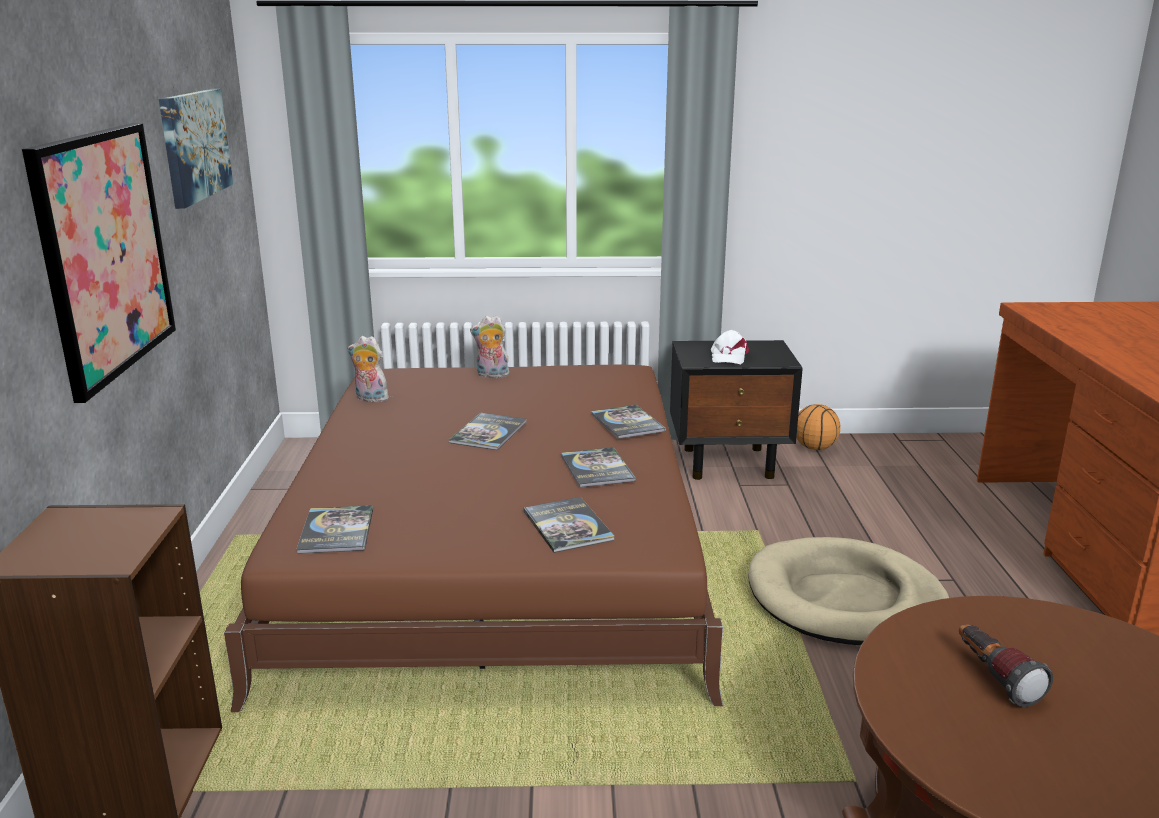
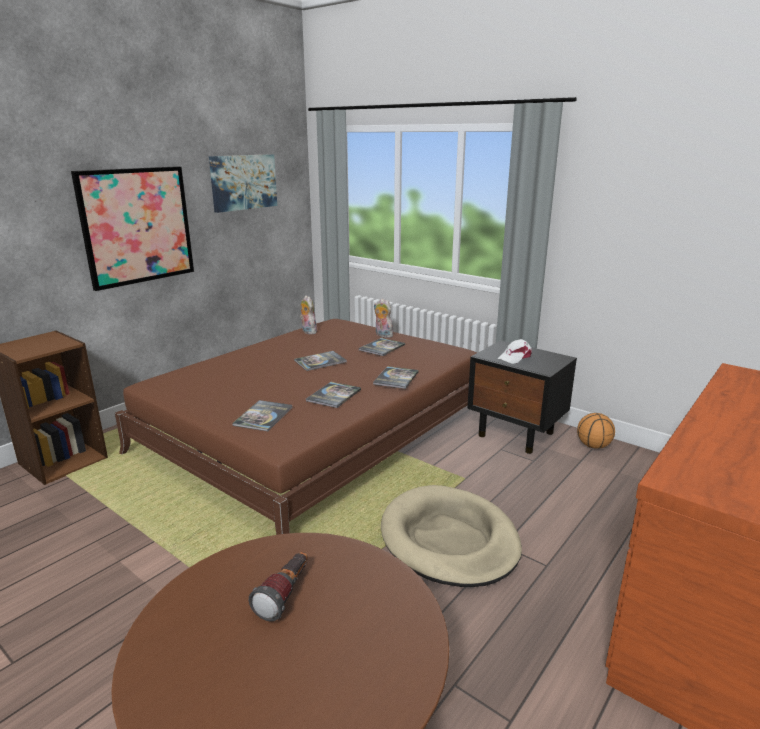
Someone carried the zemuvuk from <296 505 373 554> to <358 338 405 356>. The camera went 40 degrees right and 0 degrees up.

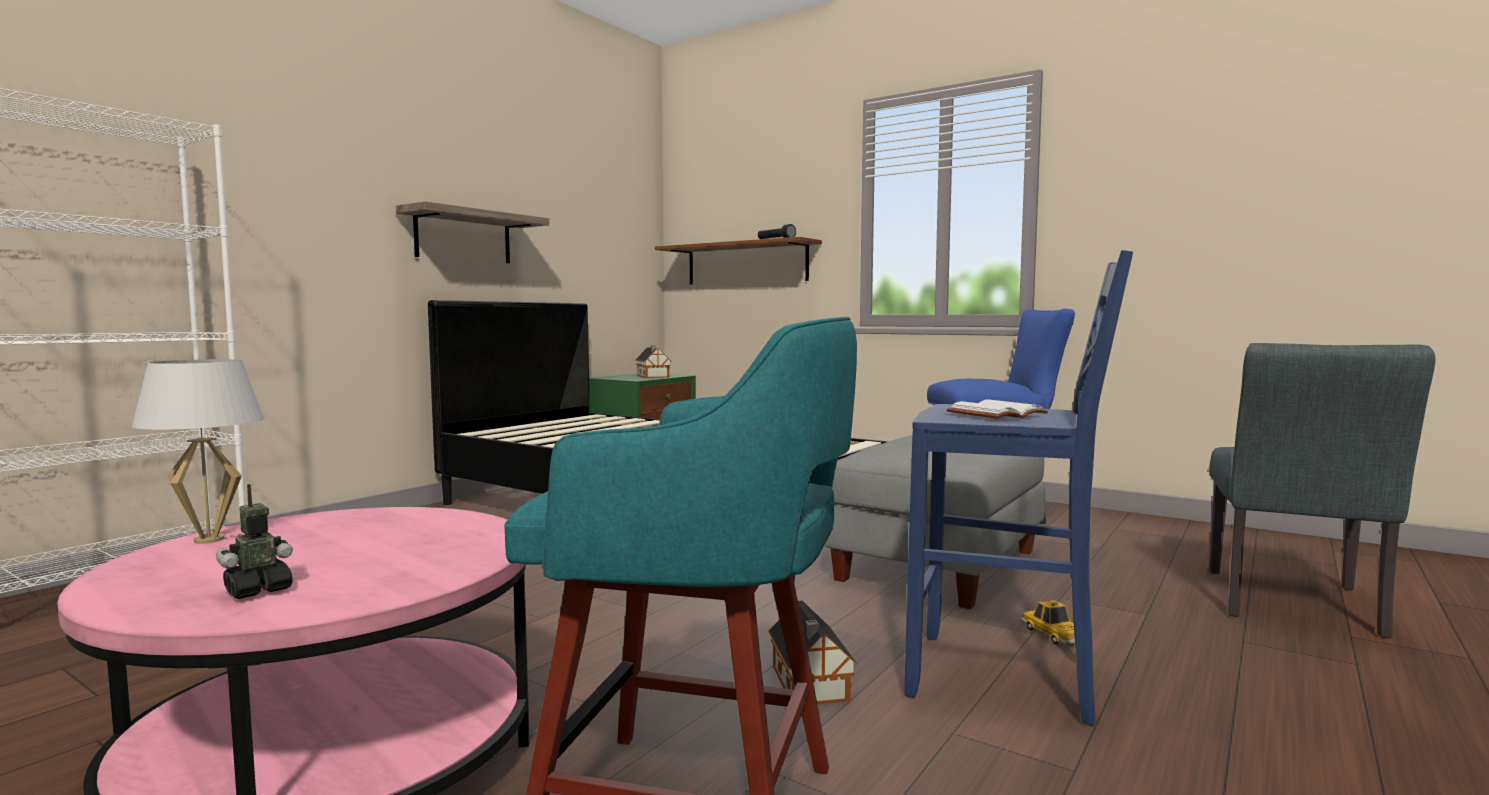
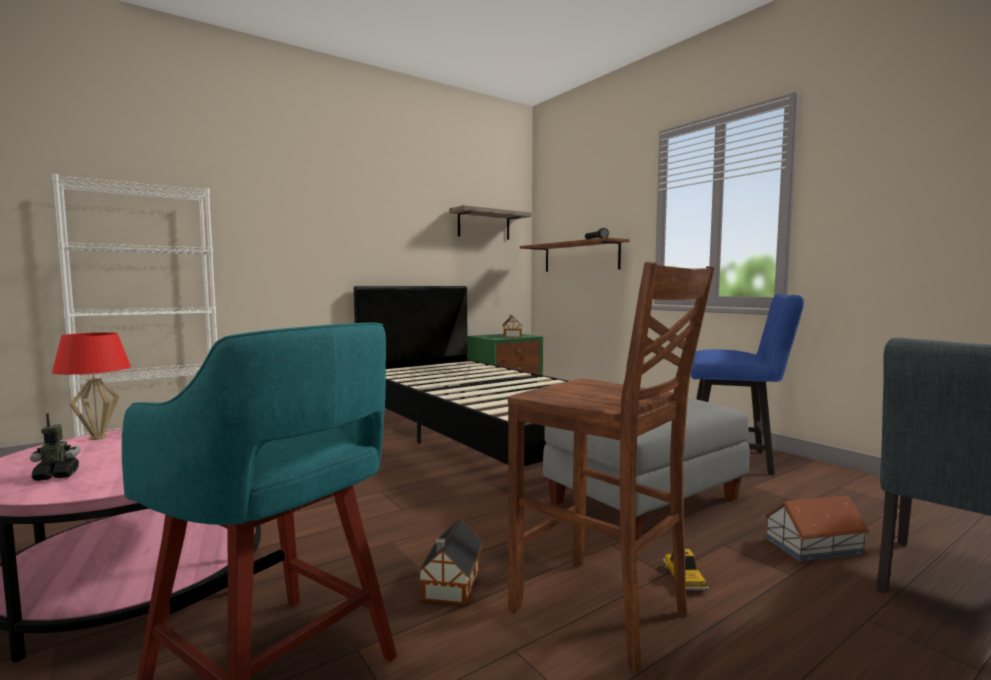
Someone carried the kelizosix from <396 201 549 263> to <449 205 532 240>. Someone repainted the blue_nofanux at <905 250 1133 726>, which became the brown_nofanux at <508 262 715 673>. Someone repainted the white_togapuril at <132 359 264 544>, which became the red_togapuril at <52 332 131 440>. Someone took away the white_zemuvuk at <946 399 1048 418>. Someone put down the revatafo at <764 495 869 562>. The camera went 20 degrees right and 0 degrees up.

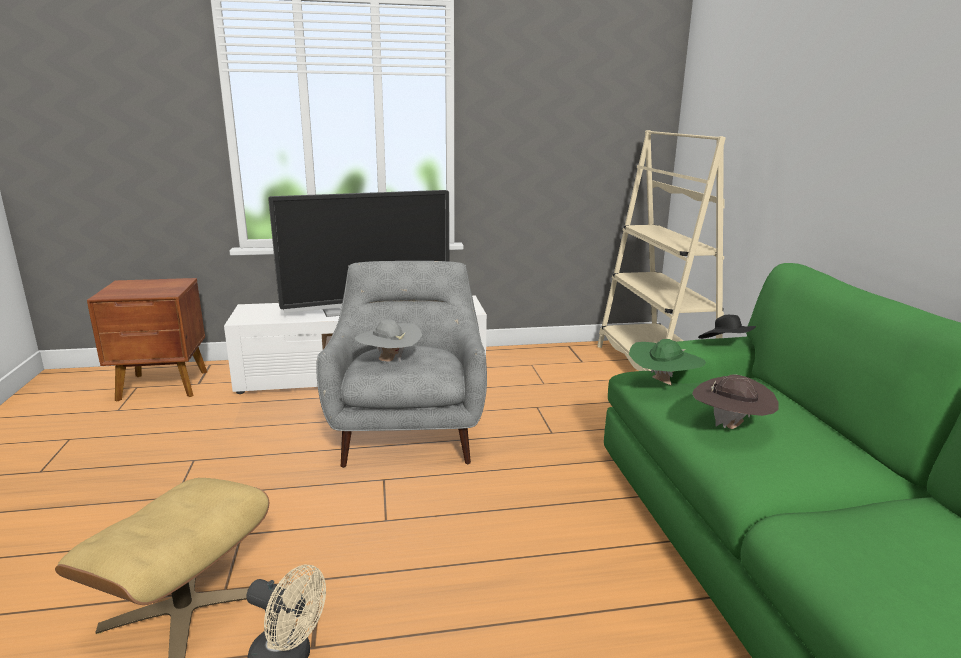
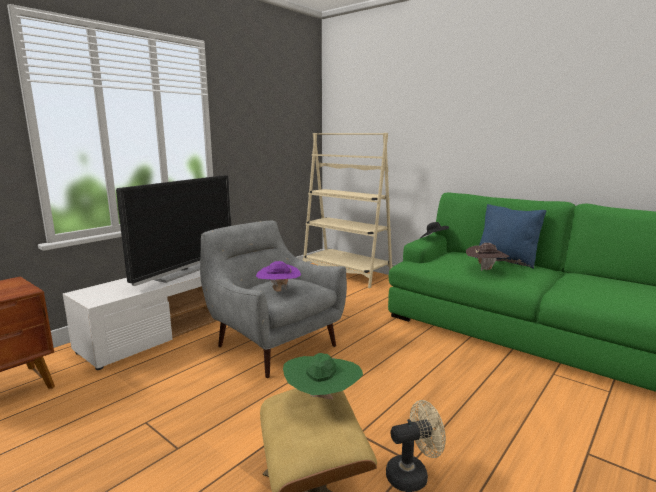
Someone repainted the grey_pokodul at <355 319 422 362>, which became the purple_pokodul at <256 261 301 292>. Someone carried the green_pokodul from <629 339 706 385> to <283 353 363 399>. Someone put down the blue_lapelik at <475 204 547 269>. The camera went 40 degrees left and 5 degrees down.

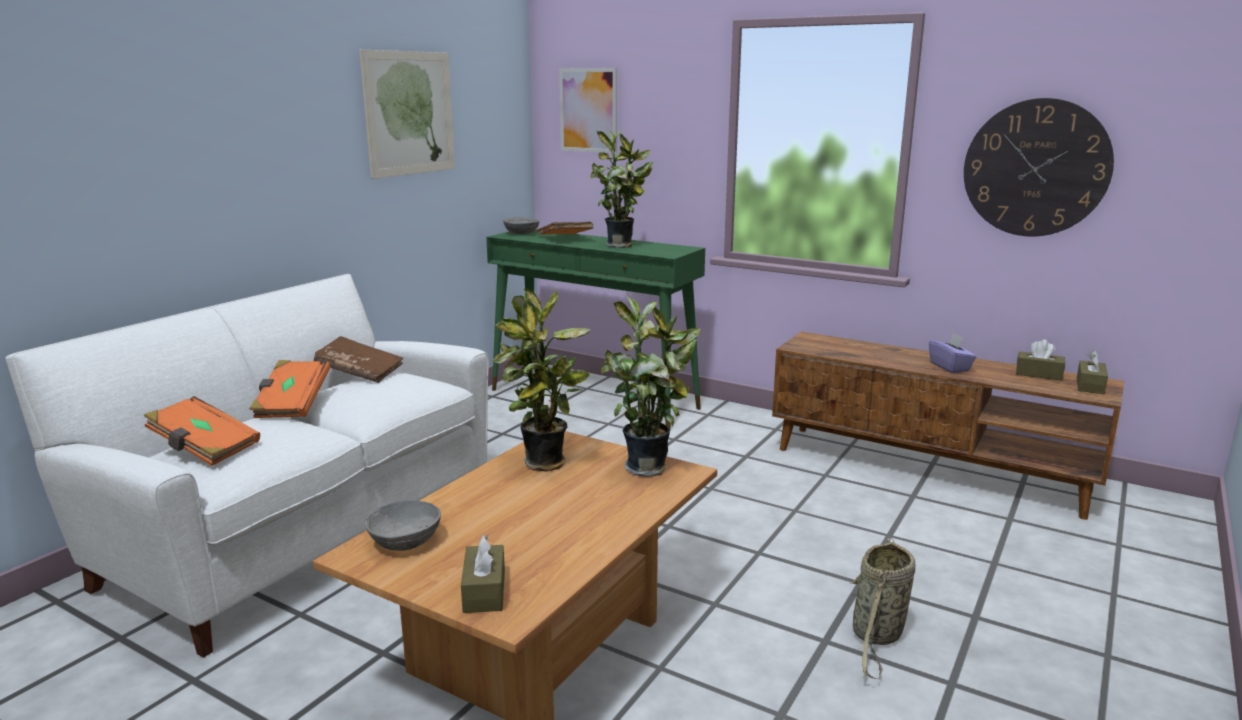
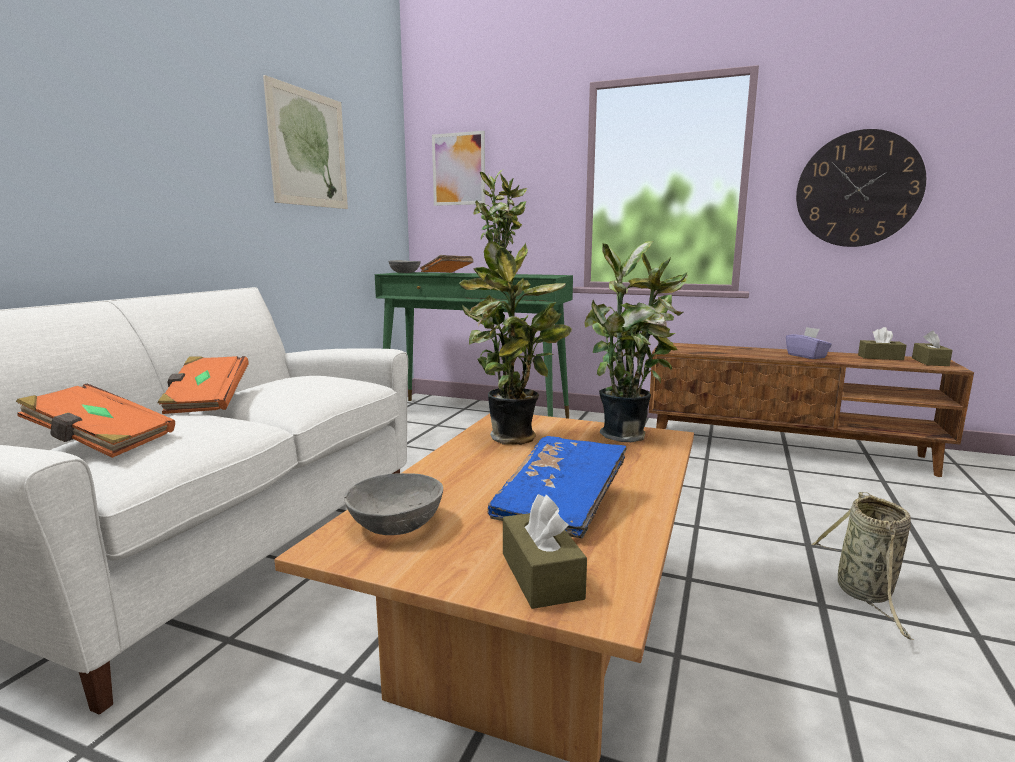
Someone took away the brown_zemuvuk at <314 336 403 383>. Someone put down the blue_zemuvuk at <487 436 627 539>. The camera went 10 degrees left and 5 degrees down.

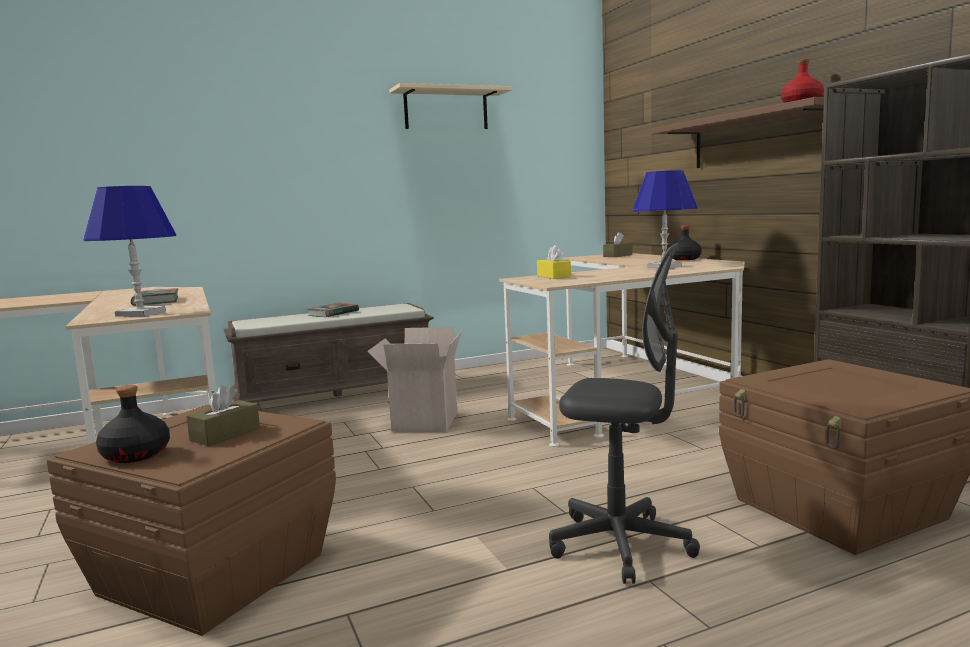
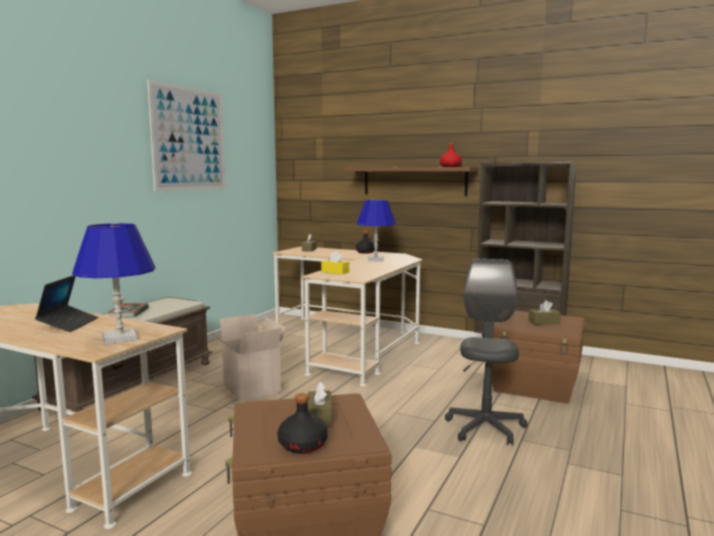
Someone swapped the beige_kelizosix at <389 83 513 129> for the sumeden at <147 80 226 191>. Someone rotated the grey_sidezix at <549 243 700 584> by 60 degrees counterclockwise. Someone swapped the zemuvuk at <131 288 178 306> for the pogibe at <35 275 98 332>. Someone put down the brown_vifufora at <528 300 561 325>. The camera went 40 degrees left and 0 degrees up.

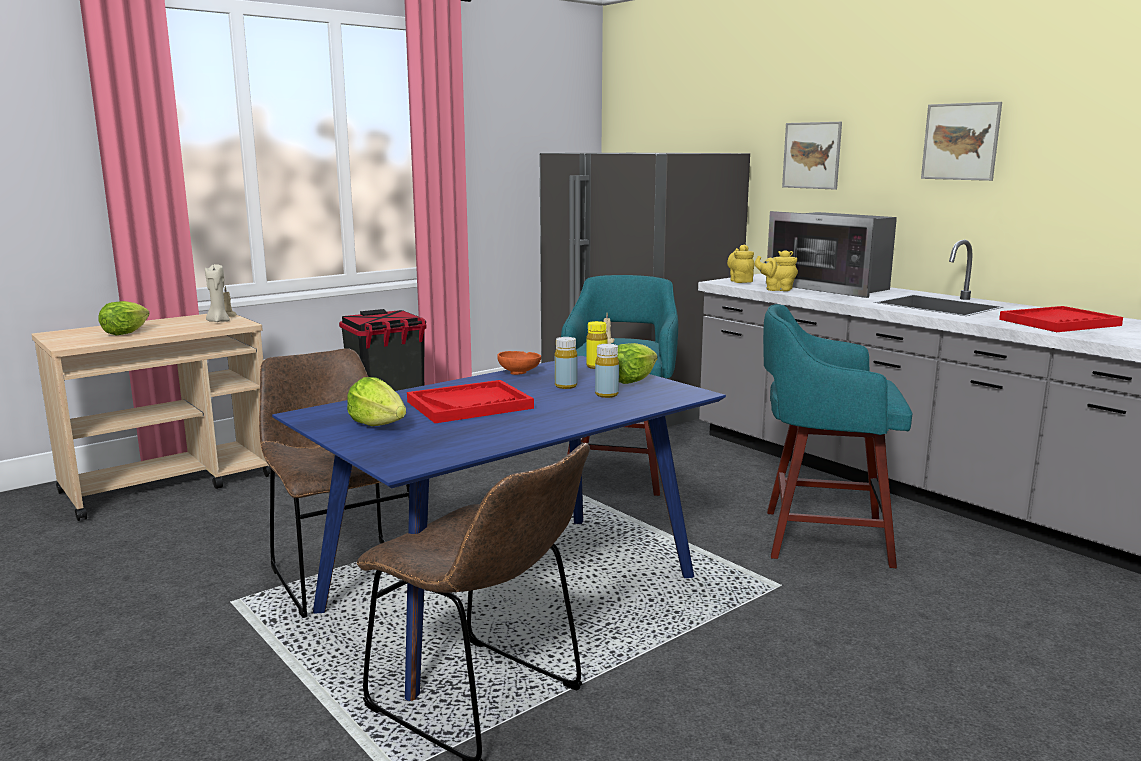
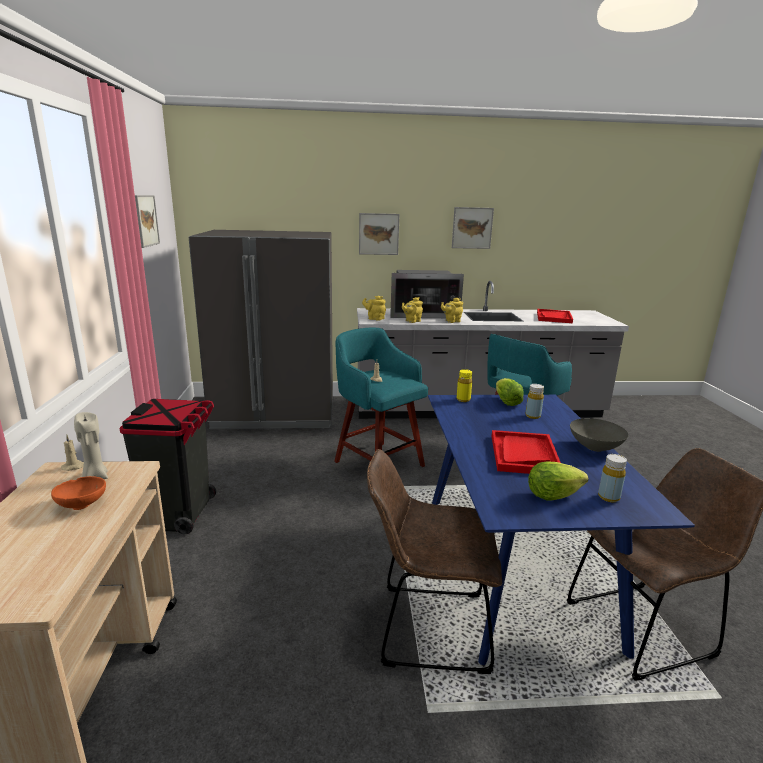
Someone took away the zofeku at <98 301 150 336>. Someone carried the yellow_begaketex from <555 337 577 389> to <598 454 627 502>. Someone carried the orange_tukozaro from <497 351 541 375> to <51 476 106 510>. Someone put up the sumeden at <135 195 160 248>. Someone put down the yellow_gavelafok at <441 297 463 323>. Someone put down the grey_tukozaro at <570 418 628 452>. The camera went 55 degrees left and 5 degrees up.

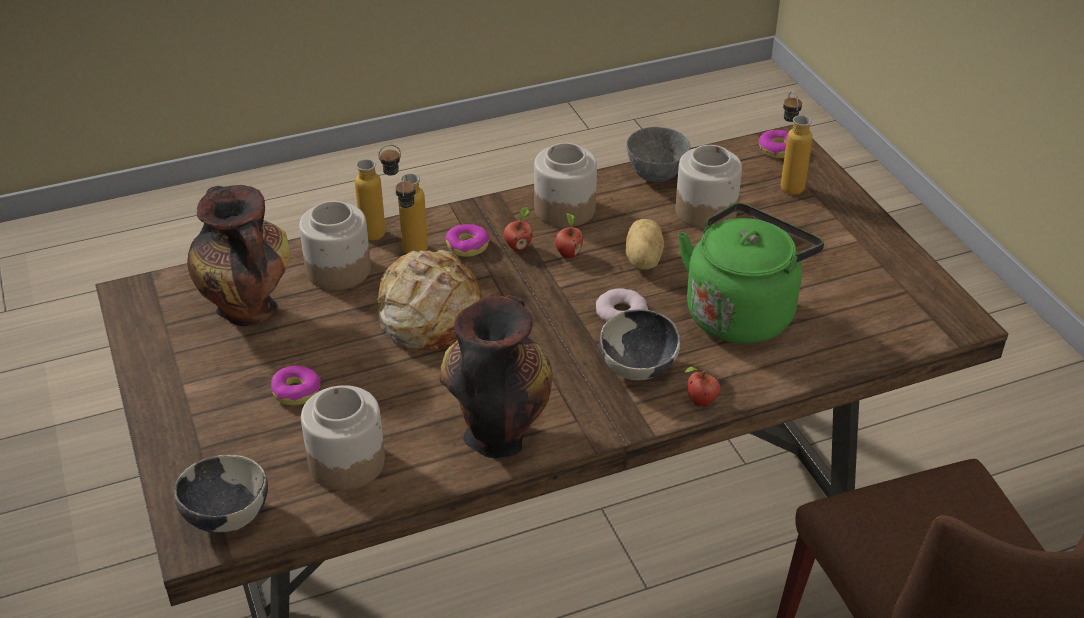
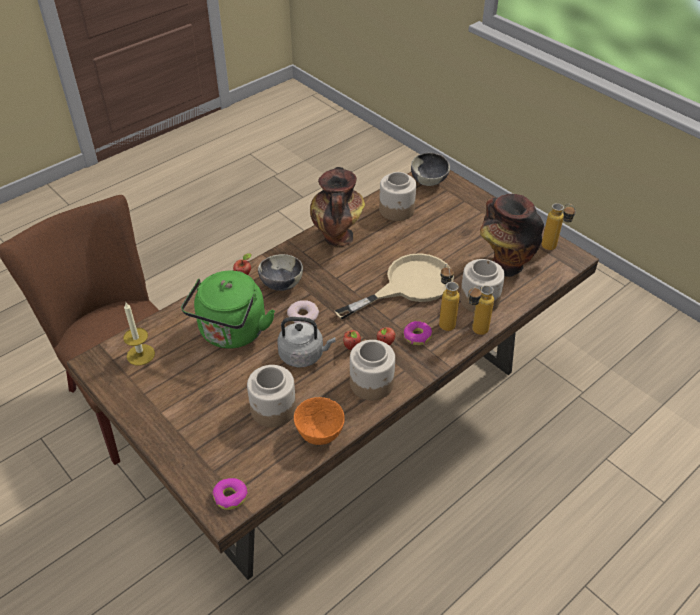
Someone carried the begaketex from <781 91 813 195> to <542 203 576 250>. Someone repainted the grey_tukozaro at <627 127 690 182>, which became the orange_tukozaro at <294 397 345 445>. Someone swapped the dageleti at <626 219 664 270> for the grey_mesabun at <277 317 336 368>. Someone swapped the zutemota at <377 250 482 350> for the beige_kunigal at <335 253 454 319>. Someone took away the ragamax at <271 366 321 405>. Someone put down the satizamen at <123 303 155 366>. The camera went 160 degrees right and 5 degrees up.

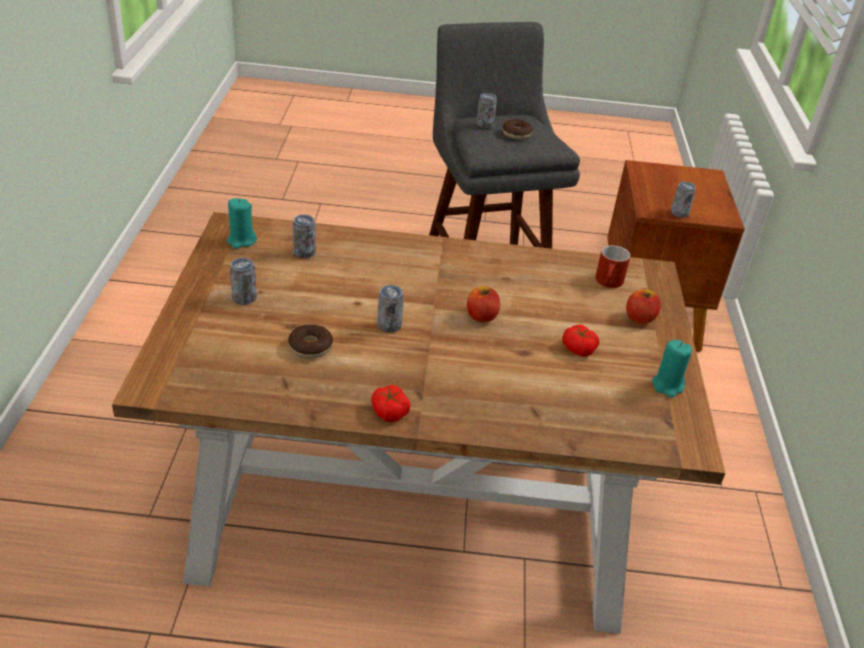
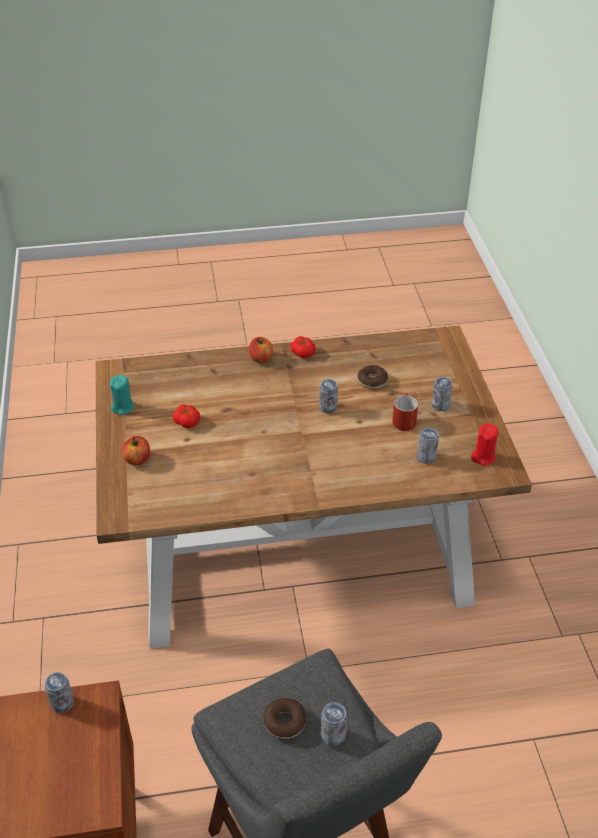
Someone repainted the turquoise_satizamen at <227 198 257 249>, which became the red_satizamen at <471 424 498 466>. Someone carried the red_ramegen from <595 245 631 288> to <392 393 418 431>. Someone carried the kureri from <467 286 500 322> to <249 337 273 363>. The camera went 170 degrees right and 5 degrees up.

